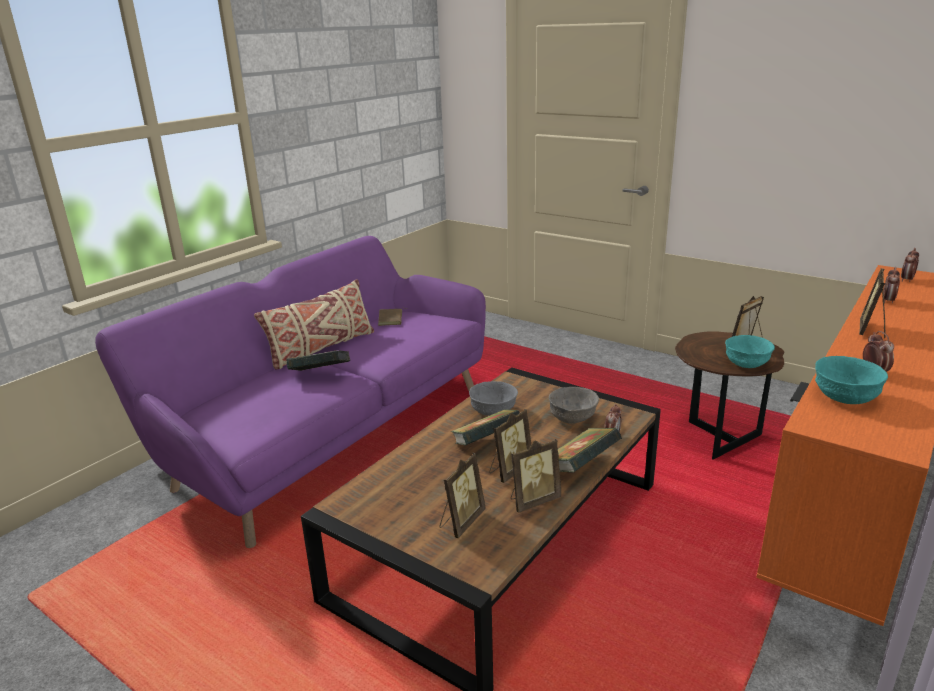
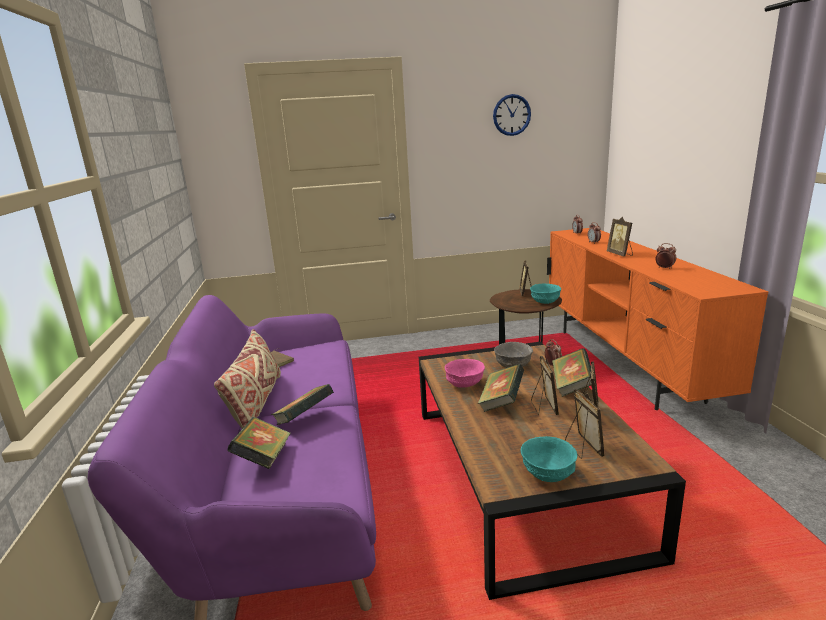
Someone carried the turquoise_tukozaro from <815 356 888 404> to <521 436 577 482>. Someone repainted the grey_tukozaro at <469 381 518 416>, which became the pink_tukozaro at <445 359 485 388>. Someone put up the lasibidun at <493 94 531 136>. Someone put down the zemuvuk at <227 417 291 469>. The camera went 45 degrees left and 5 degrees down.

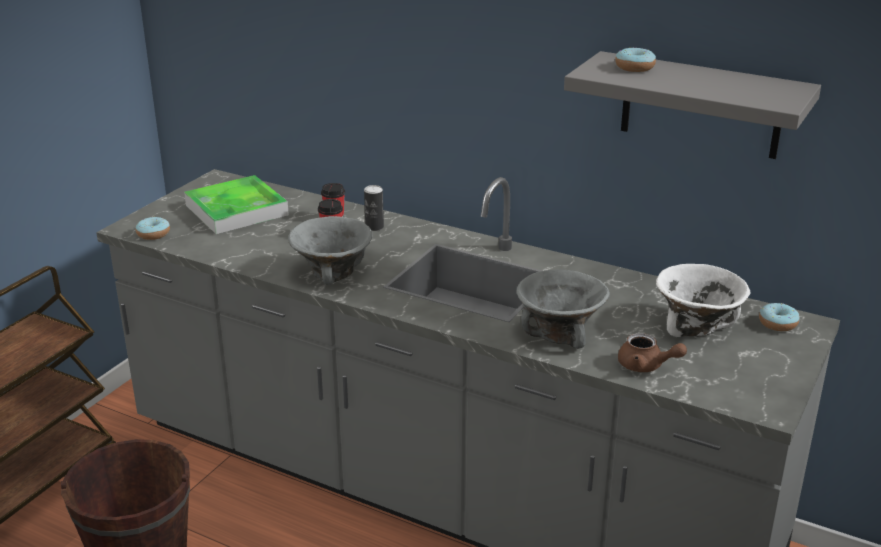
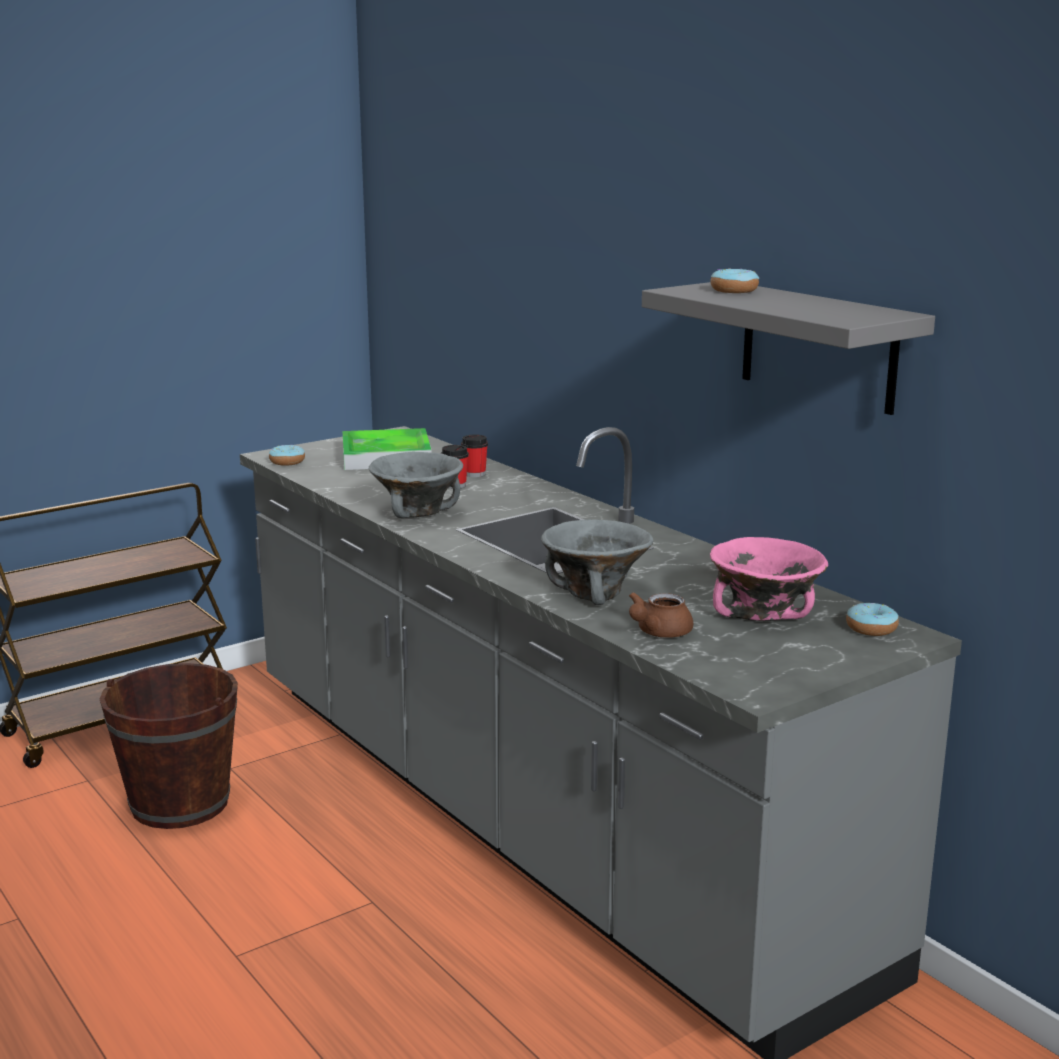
Someone took away the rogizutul at <364 185 384 231>. Someone repainted the white_tukozaro at <656 264 750 337>, which became the pink_tukozaro at <710 537 828 621>. Someone rotated the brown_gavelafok at <618 333 687 372> by 75 degrees clockwise. The camera went 25 degrees right and 10 degrees down.

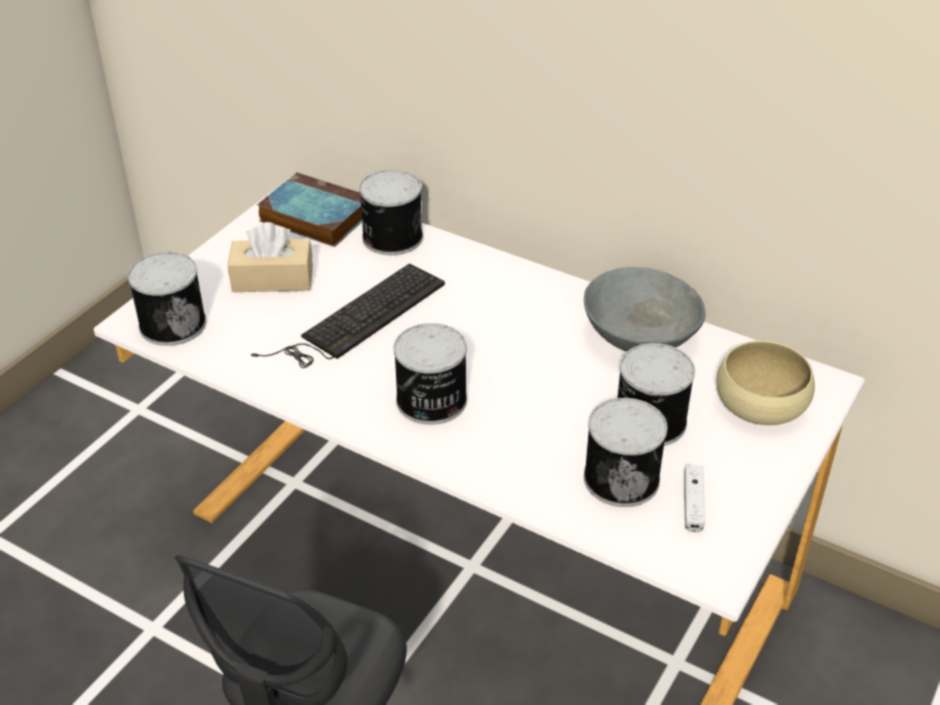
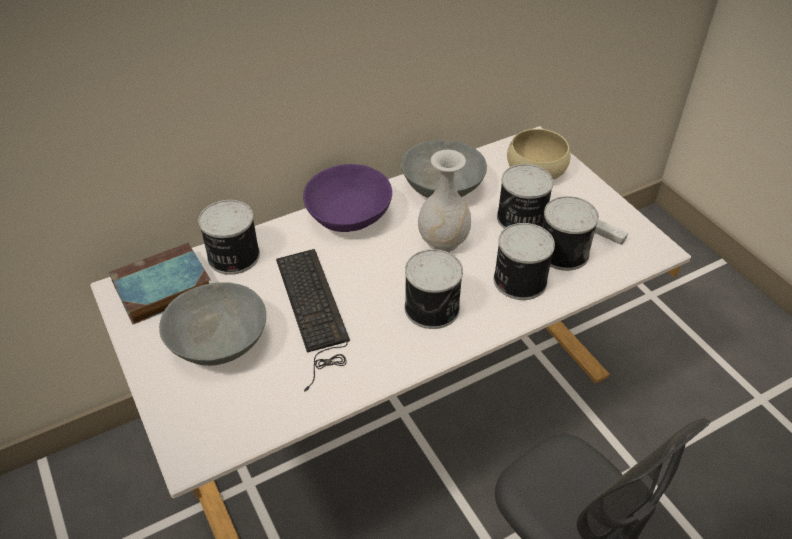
Someone swapped the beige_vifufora at <228 222 313 292> for the grey_tukozaro at <159 282 266 366>. Someone carried the rogizutul from <128 252 206 346> to <494 223 555 300>. Someone put down the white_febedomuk at <418 150 471 252>. Someone put down the purple_tukozaro at <303 164 392 232>. The camera went 60 degrees left and 5 degrees up.

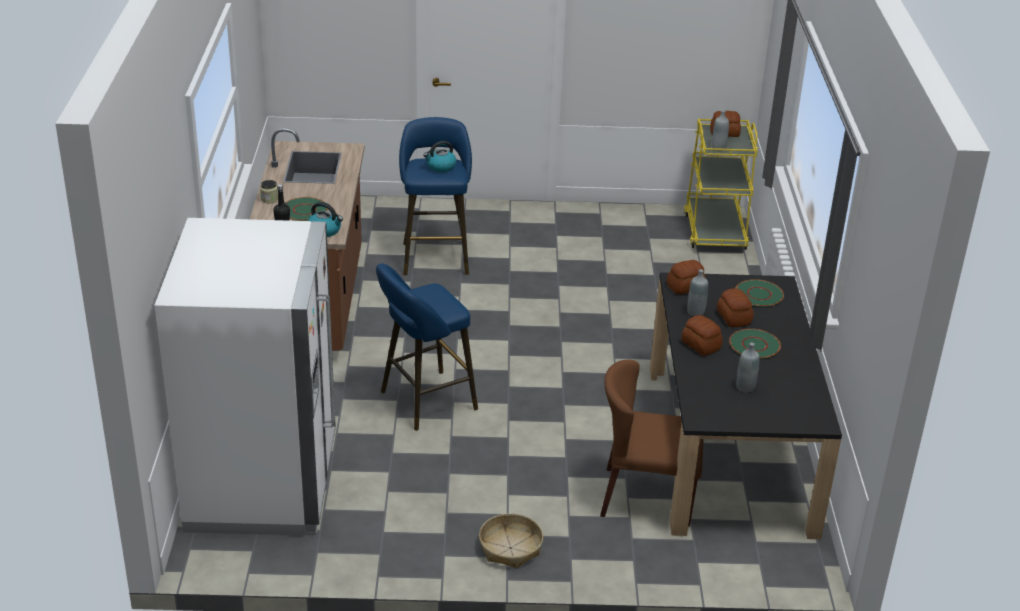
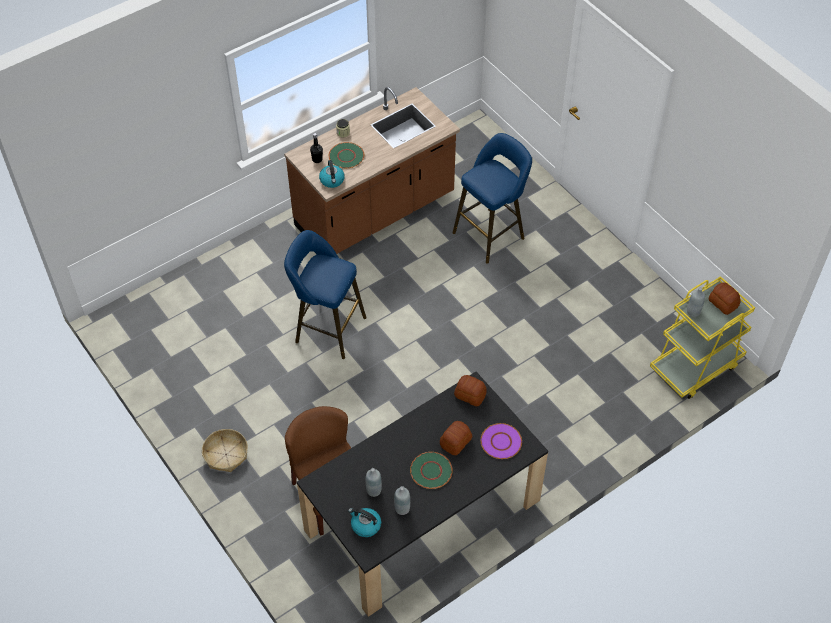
Someone carried the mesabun from <423 141 456 172> to <348 508 381 537>. Someone took away the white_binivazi at <154 218 336 536>. Someone carried the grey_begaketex from <687 269 708 316> to <394 486 410 515>. Someone repainted the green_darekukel at <736 279 784 307>, which became the purple_darekukel at <481 423 522 459>. Someone took away the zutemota at <681 315 723 356>. The camera went 55 degrees right and 20 degrees up.

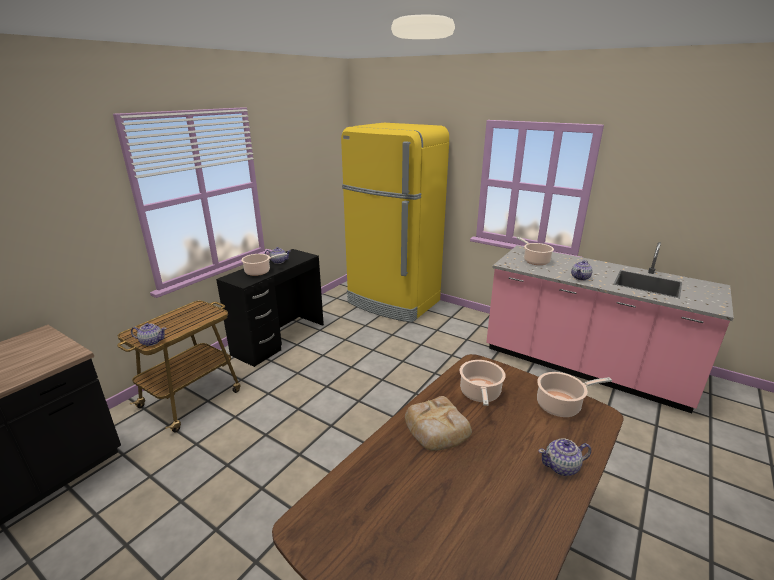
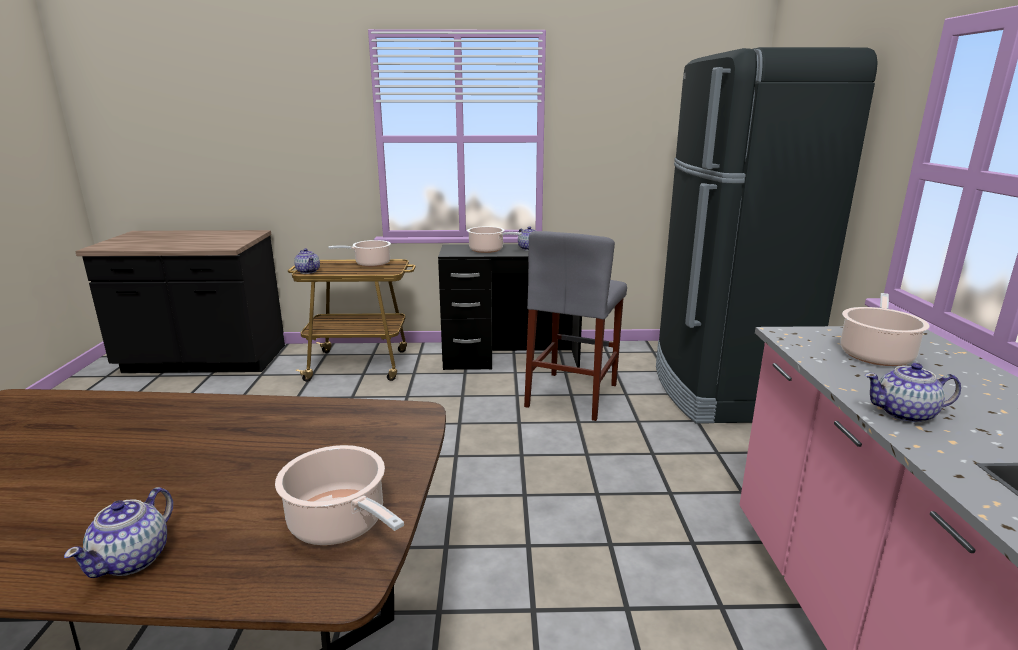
Someone repainted the yellow_binivazi at <341 123 449 323>, which became the black_binivazi at <656 47 878 424>. Someone carried the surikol from <460 360 506 406> to <328 240 391 267>. Someone took away the zutemota at <405 396 472 451>. Someone rotated the gavelafok at <538 438 591 476> by 120 degrees counterclockwise. Someone put down the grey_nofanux at <524 231 627 421>. The camera went 55 degrees right and 5 degrees down.

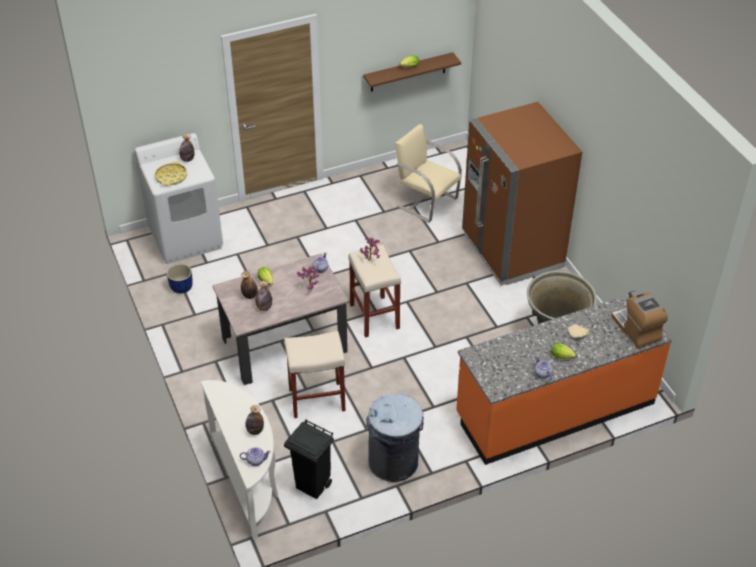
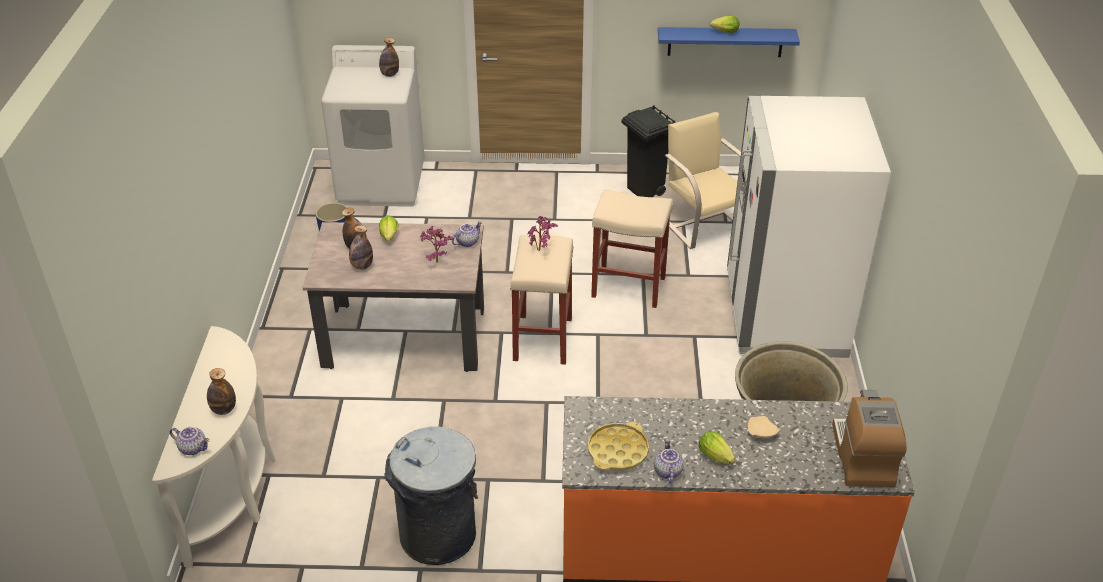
Someone repainted the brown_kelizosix at <363 52 461 91>, which became the blue_kelizosix at <658 27 800 57>. Someone repainted the brown_binivazi at <462 102 582 286>, which became the white_binivazi at <727 96 891 358>. Someone carried the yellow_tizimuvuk from <155 161 187 186> to <588 422 649 471>. Someone carried the beige_nofanux from <284 331 345 418> to <591 189 673 308>. Someone carried the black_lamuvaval from <284 419 334 499> to <622 105 675 197>. The camera went 25 degrees right and 5 degrees down.

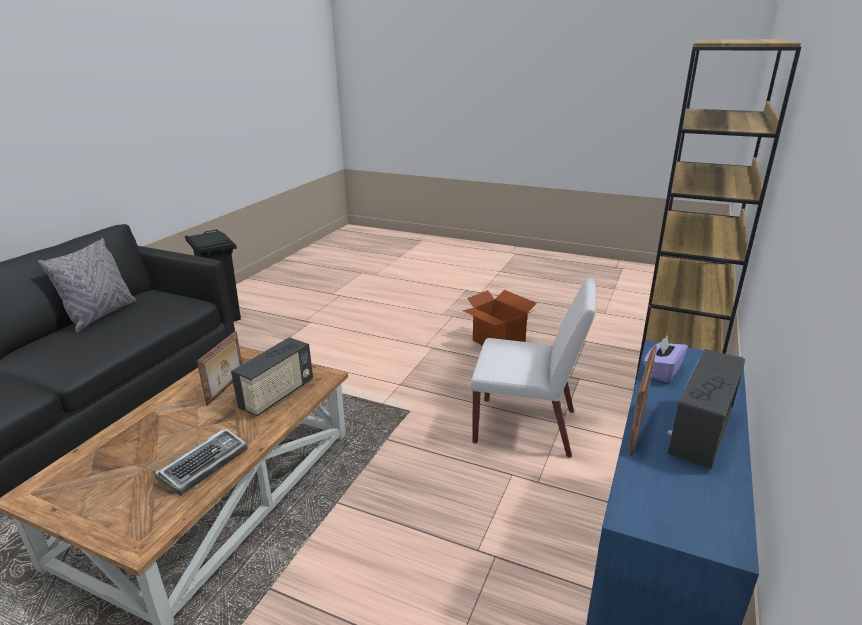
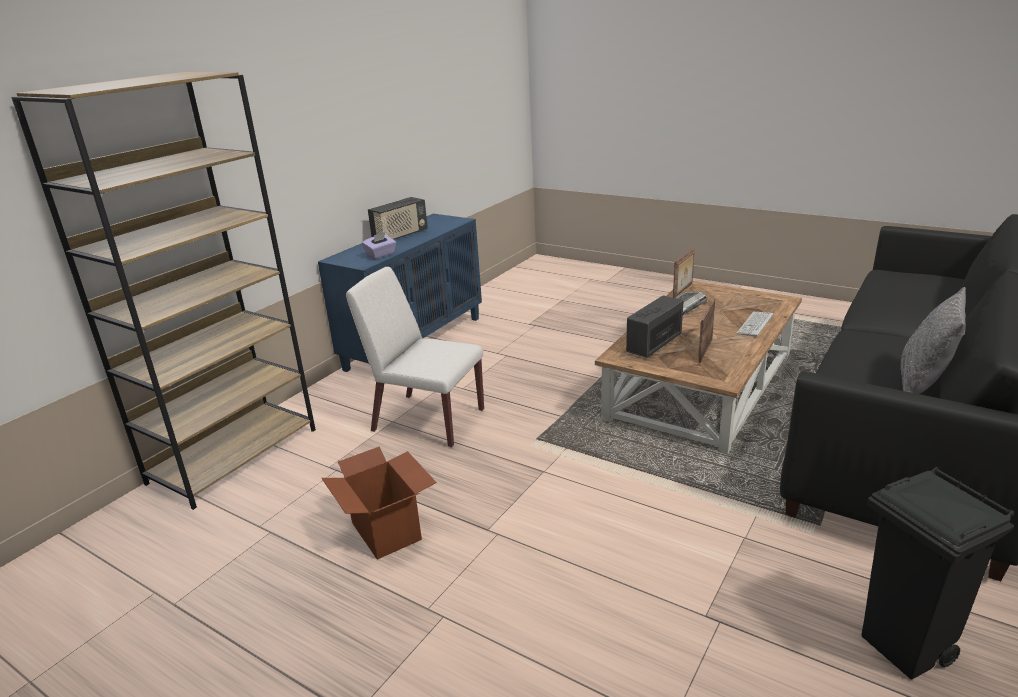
Someone carried the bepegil from <629 346 657 456> to <673 248 694 298>. Someone put down the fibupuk at <736 312 773 336>. The camera went 170 degrees left and 0 degrees up.

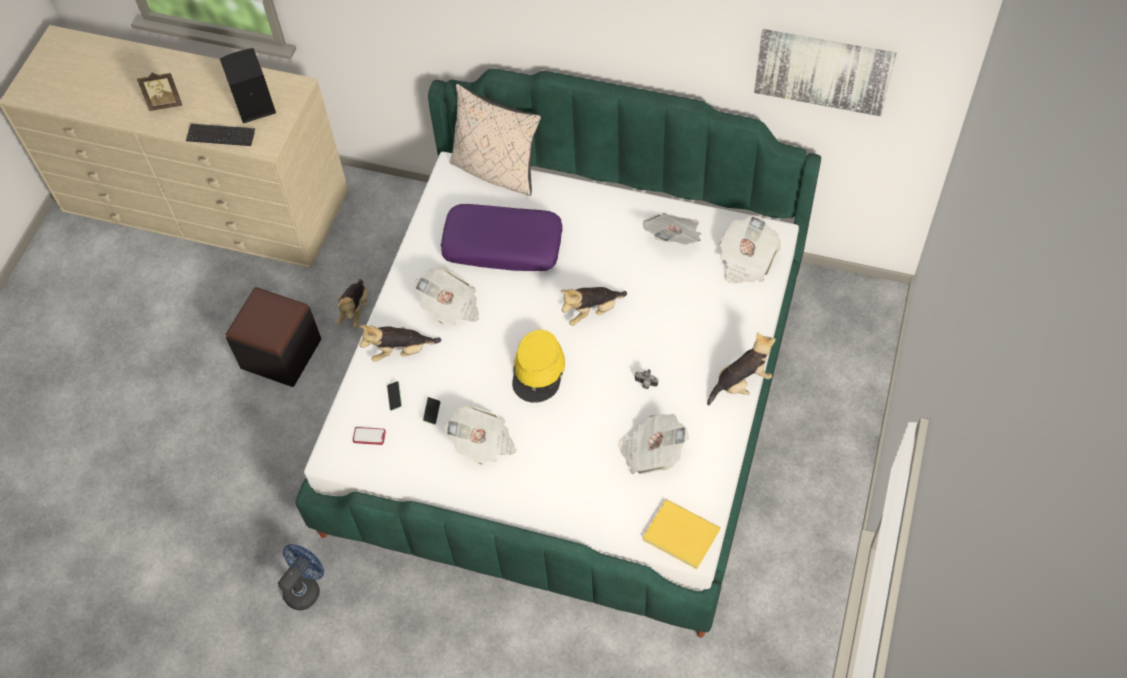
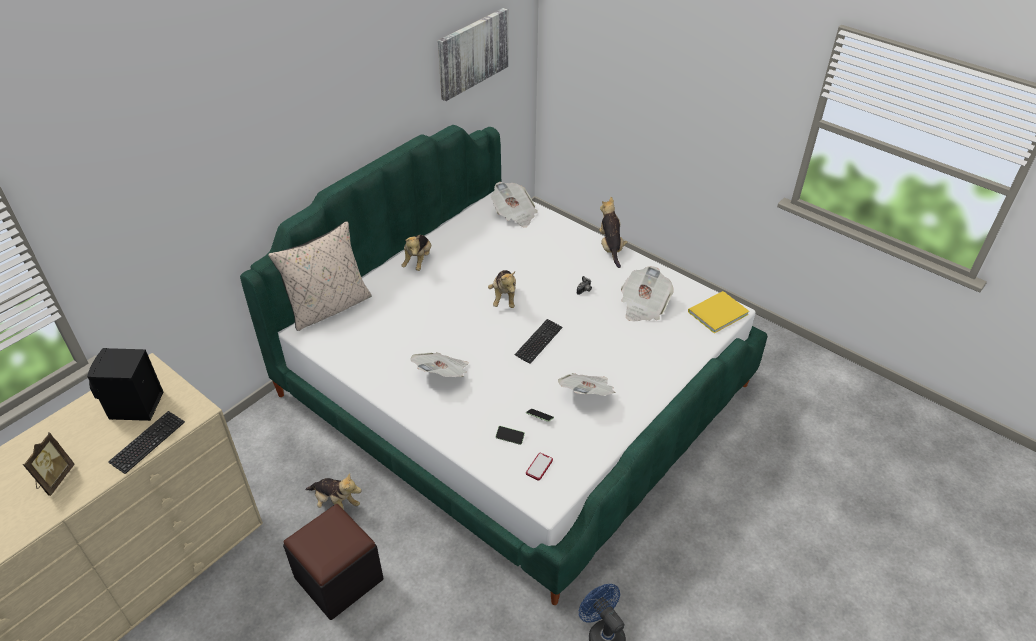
Someone took away the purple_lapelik at <441 204 563 271>. Someone took away the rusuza at <642 213 701 245>. Someone carried the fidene from <359 325 441 362> to <402 235 431 271>. Someone swapped the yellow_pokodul at <512 330 565 403> for the fibupuk at <515 319 562 364>. The camera went 70 degrees left and 15 degrees down.

